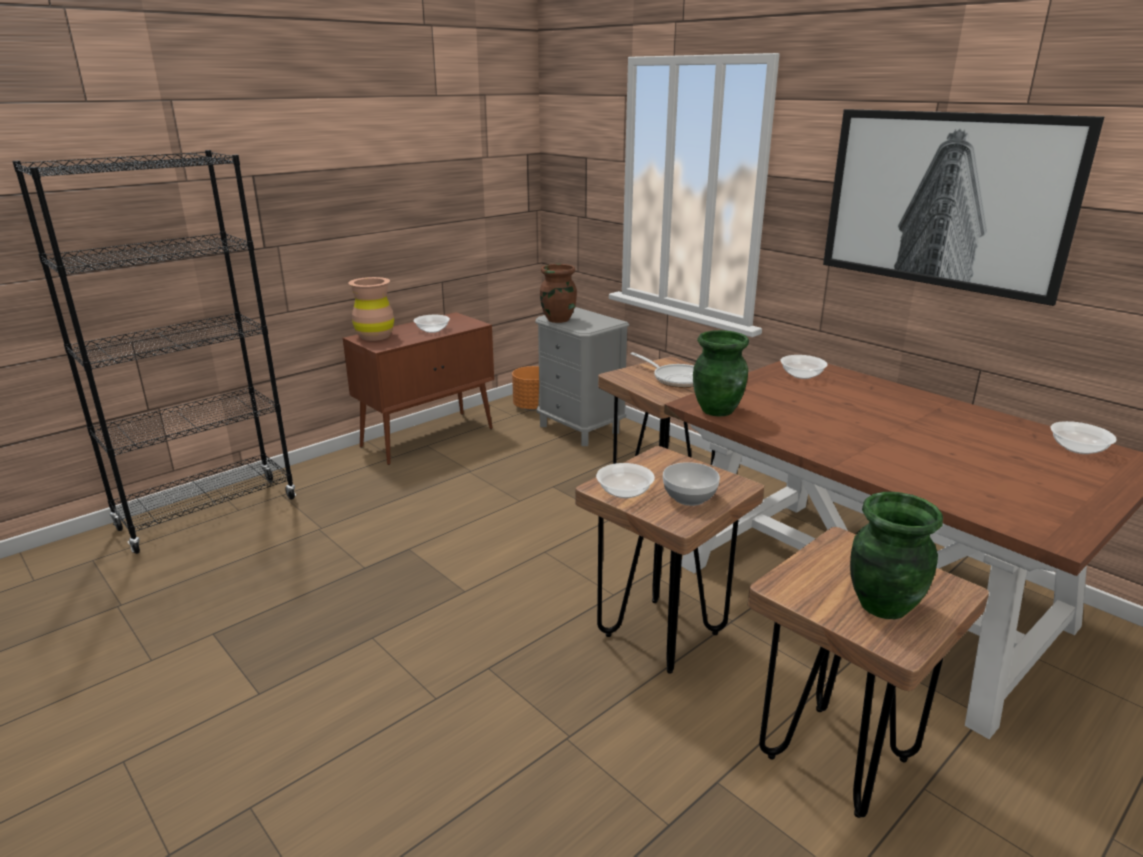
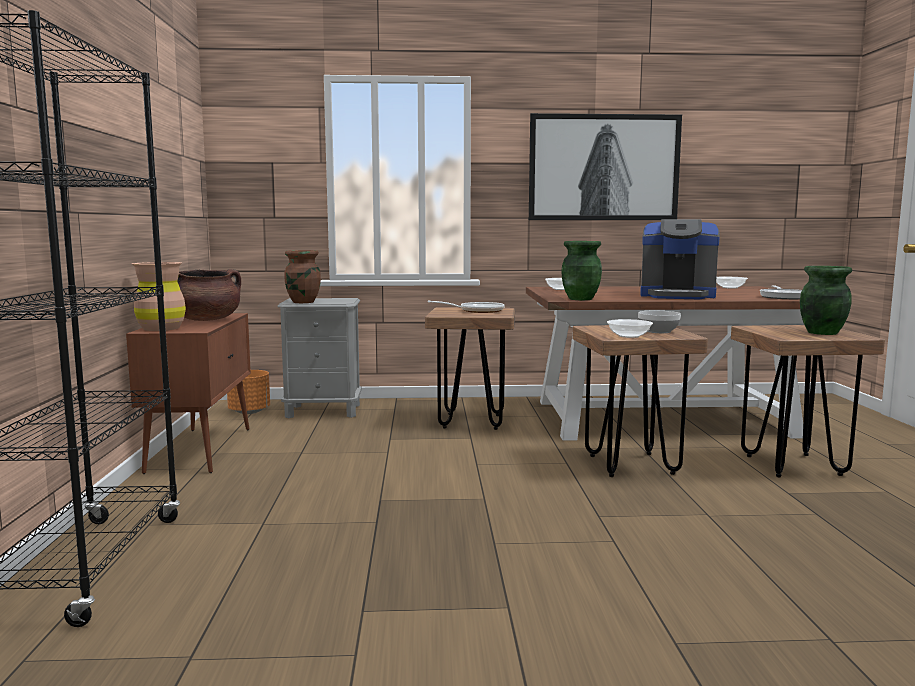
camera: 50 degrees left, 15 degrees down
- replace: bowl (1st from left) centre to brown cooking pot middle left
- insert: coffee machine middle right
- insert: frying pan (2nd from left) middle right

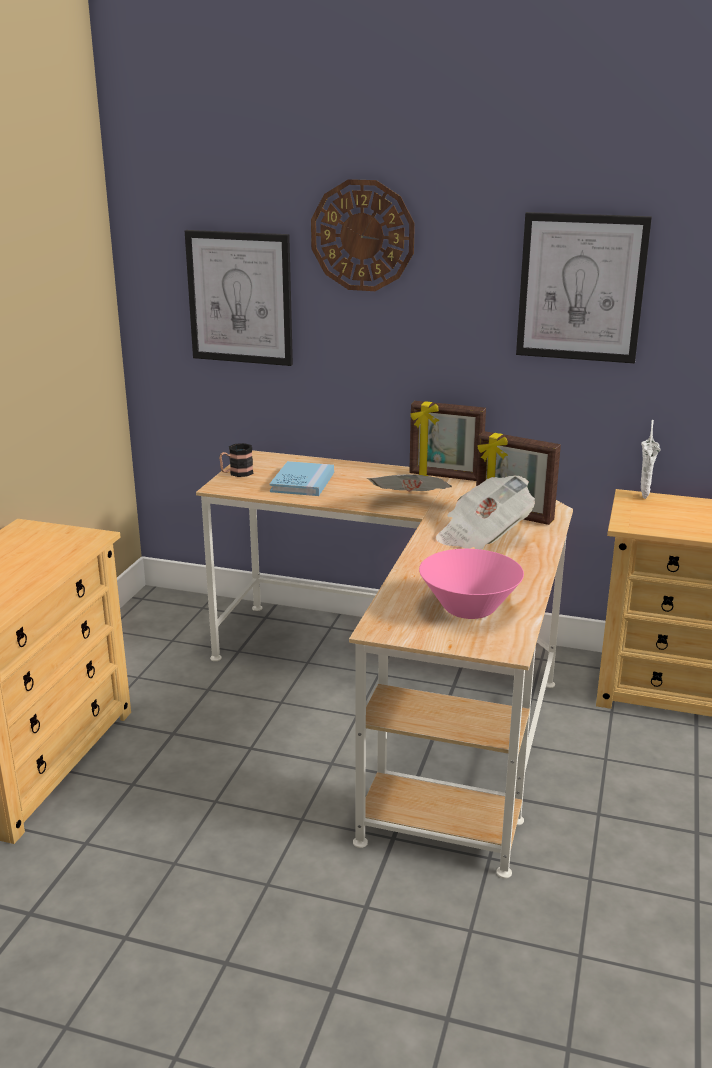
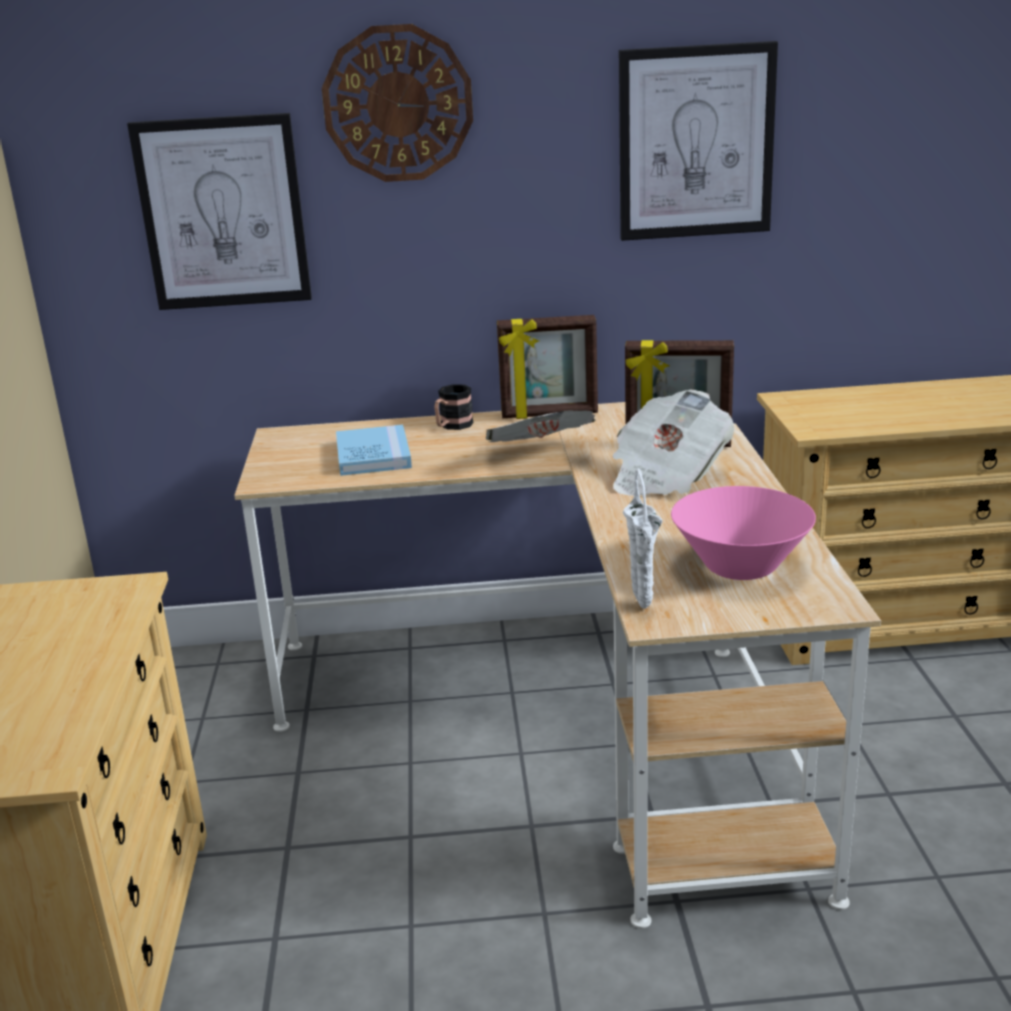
camera: 20 degrees left, 0 degrees up
- move: mug middle left to centre
- move: white vase middle right to centre

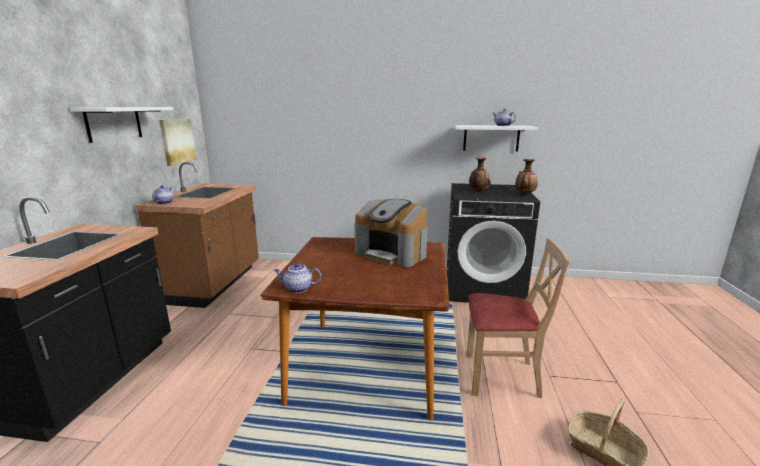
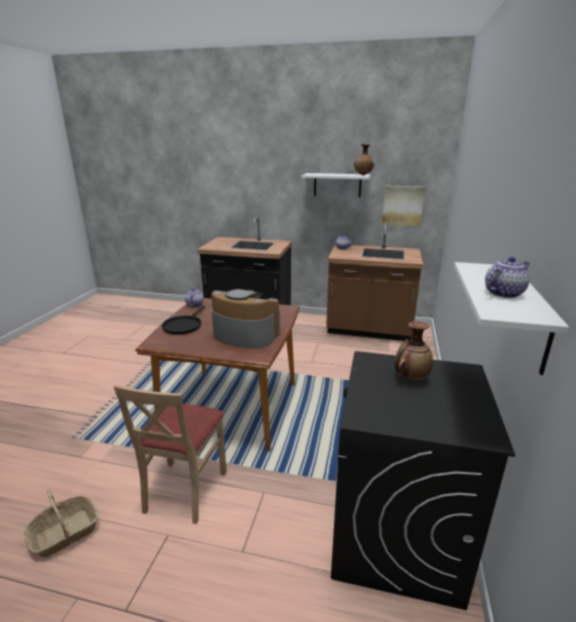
camera: 95 degrees right, 5 degrees up
- insert: black frying pan middle left
- rotate: coffee machine centre = centre 75 degrees clockwise
- move: vase (2nd from left in the first image) middle right to vase (1st from left) top centre

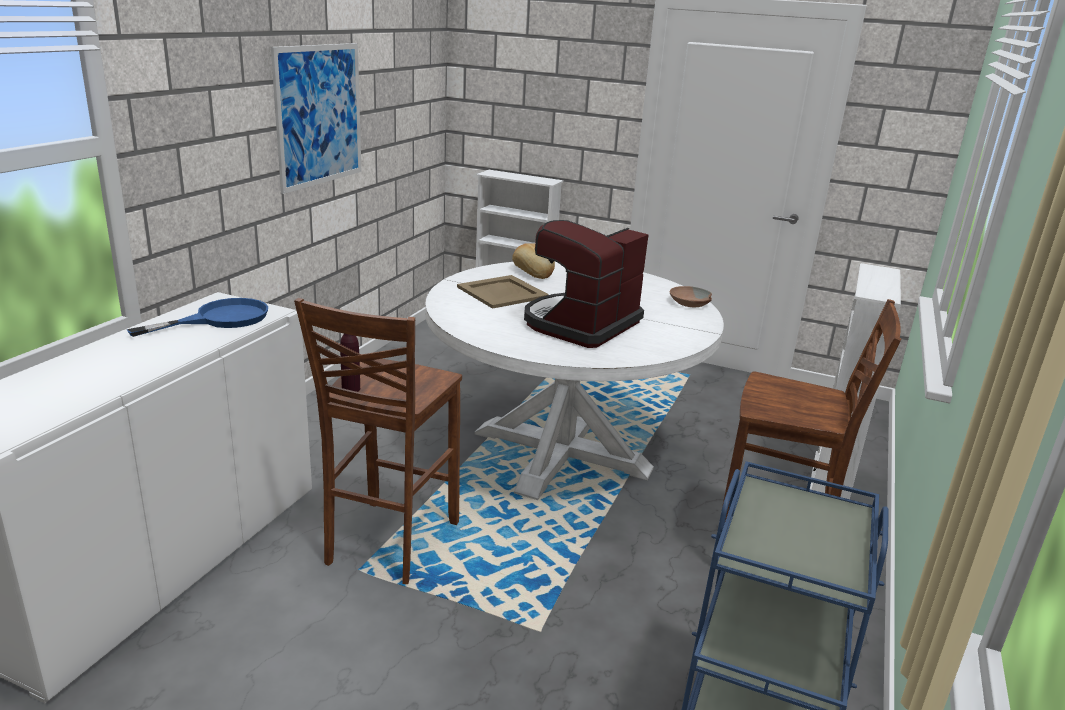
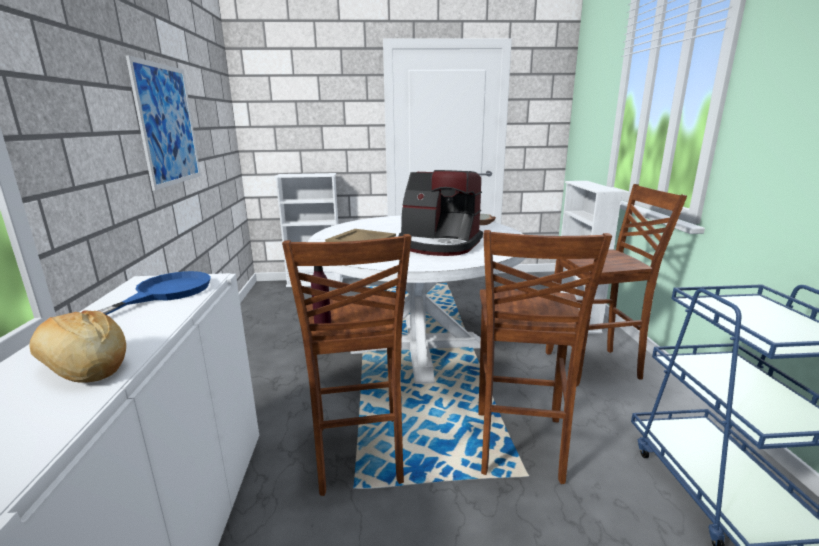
camera: 25 degrees left, 5 degrees down
- move: bread centre to middle left
- rotate: coffee machine centre = centre 75 degrees counterclockwise
- insert: brown stool (2nd from left) centre

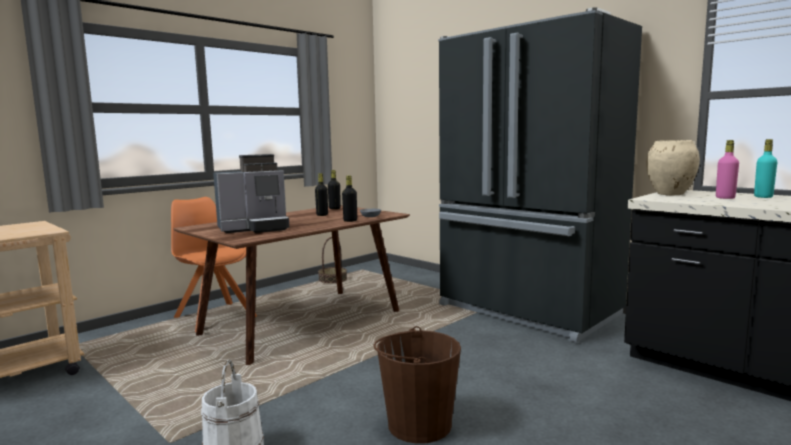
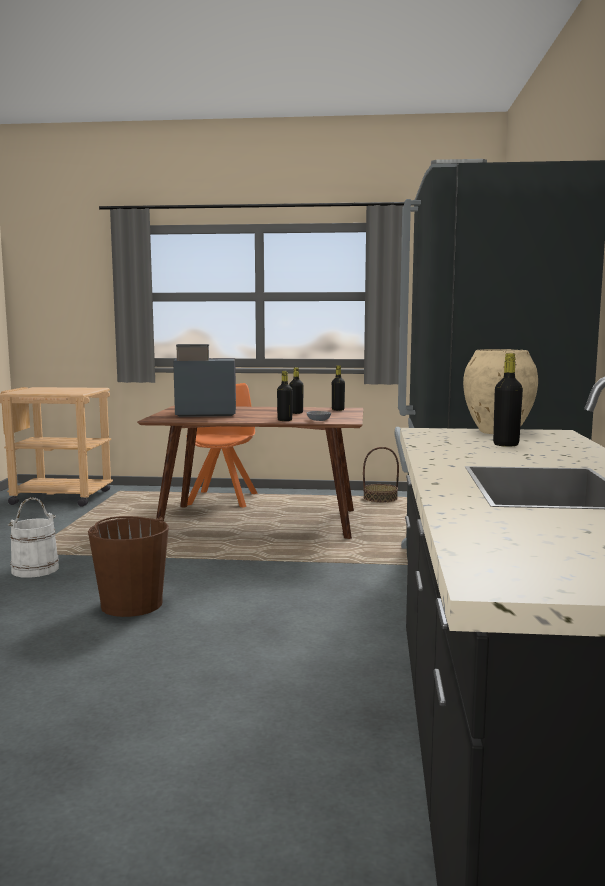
camera: 50 degrees right, 0 degrees up
- rotate: coffee machine middle left = centre 150 degrees clockwise
- recolor: pink bottle middle right to black bottle (4th from left) middle right
- delete: turquoise bottle middle right

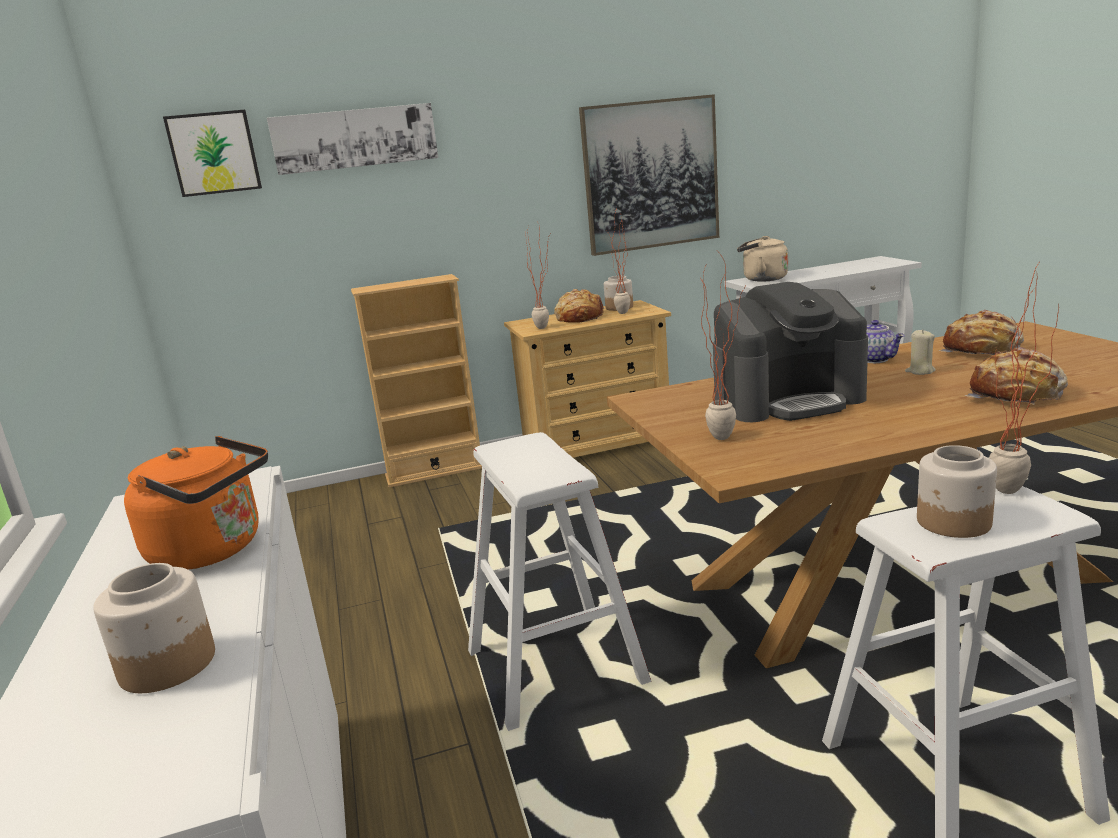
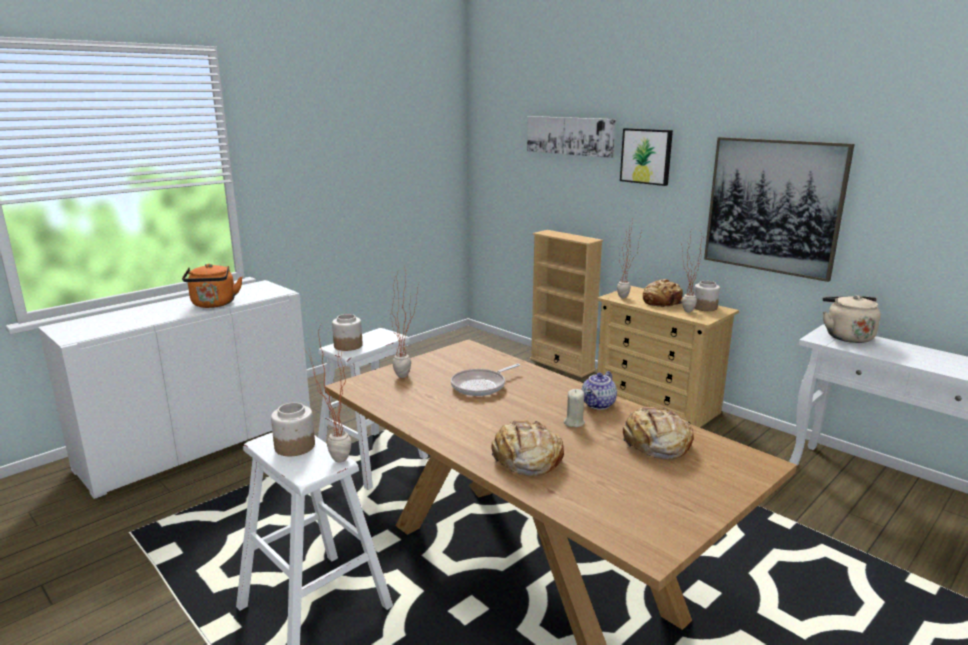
camera: 60 degrees right, 0 degrees up
- move: jar (1st from left in the first image) bottom left to jar (2nd from left) centre
- replace: coffee machine middle right to frying pan centre
- move: picture (1st from left in the first image) top left to picture (2nd from left) top right

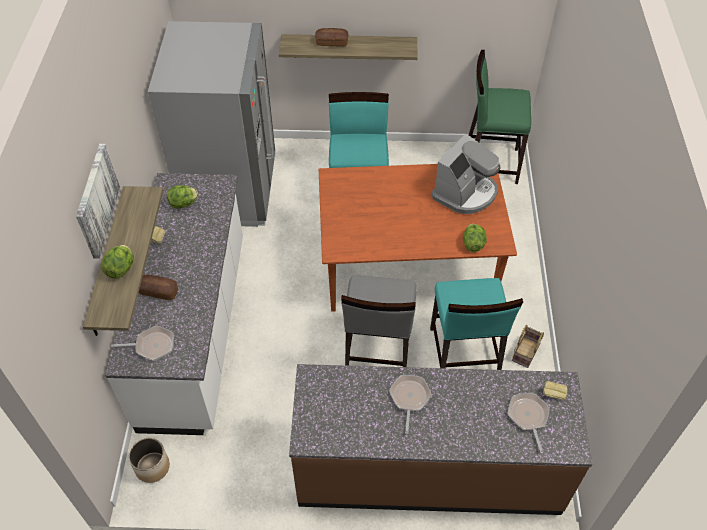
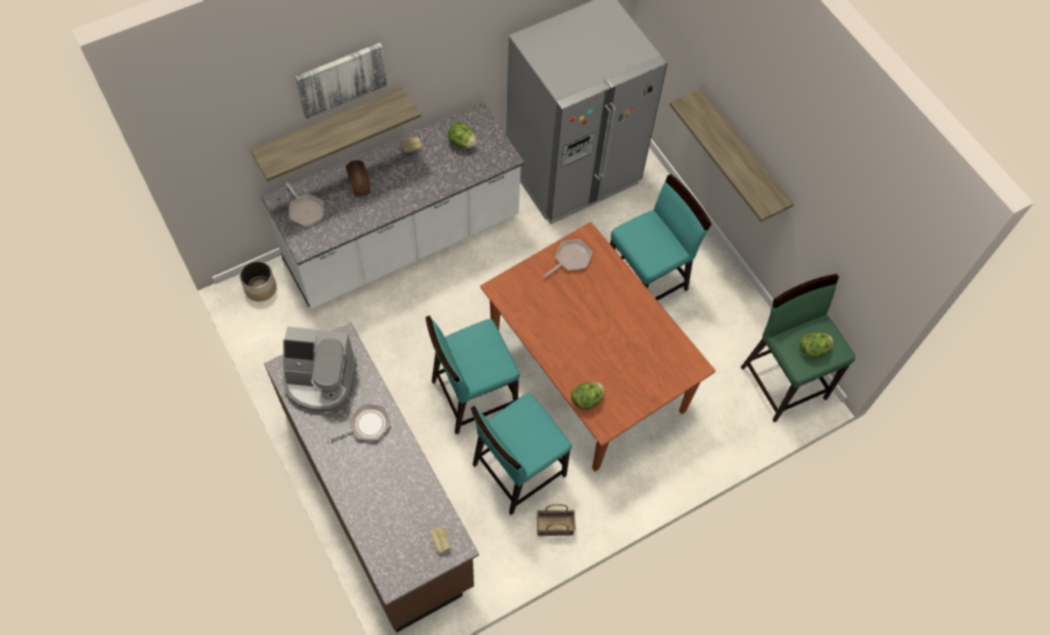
camera: 55 degrees right, 10 degrees up
- move: coffee machine top centre to middle left
- recolor: grey chair centre to turquoise chair (1st from left) centre
- move: frying pan (3rd from left) bottom right to centre
- move: lettuce (1st from left in the first image) middle left to lettuce (3rd from left) middle right
- delete: bread (3rd from left) top centre

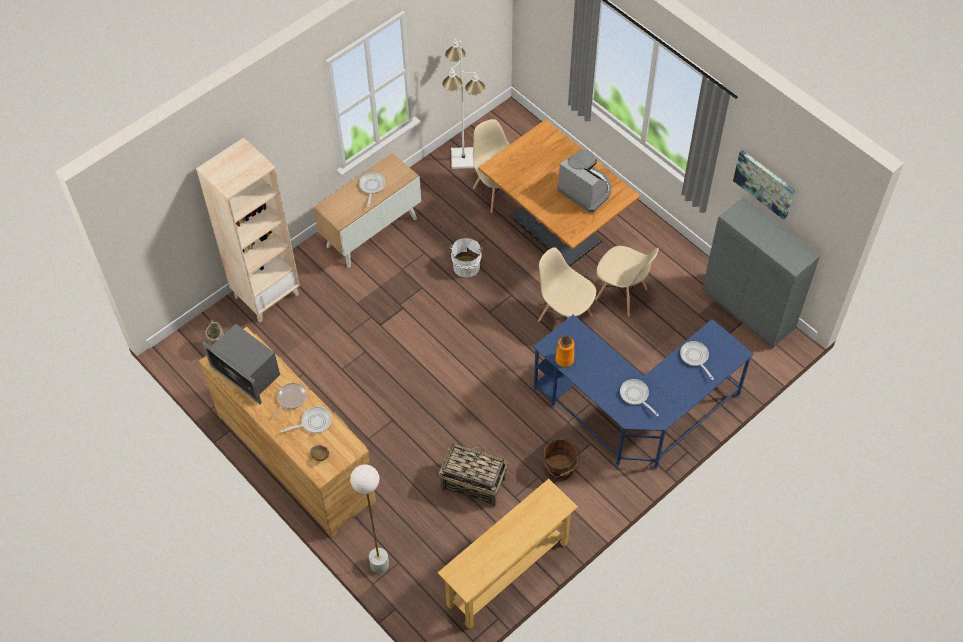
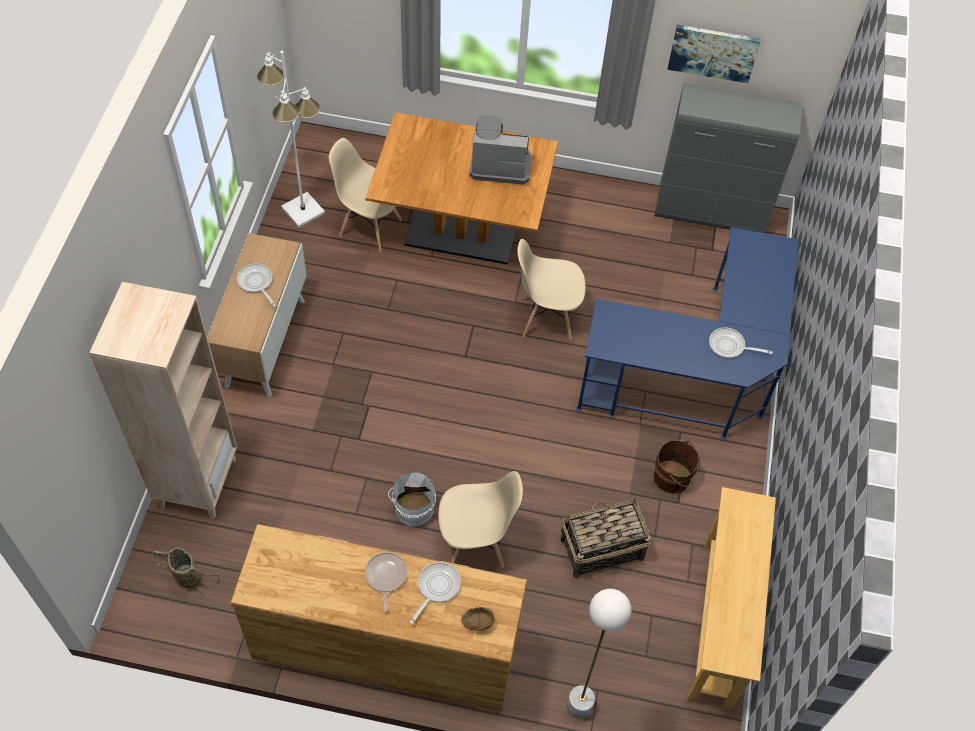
camera: 40 degrees left, 0 degrees up
- move: white bucket centre to bottom centre
- move: beige chair (3rd from left in the first image) centre to beige chair (2nd from left) bottom centre
- delete: microwave middle left
- delete: orange vase centre
- delete: frying pan (5th from left) middle right

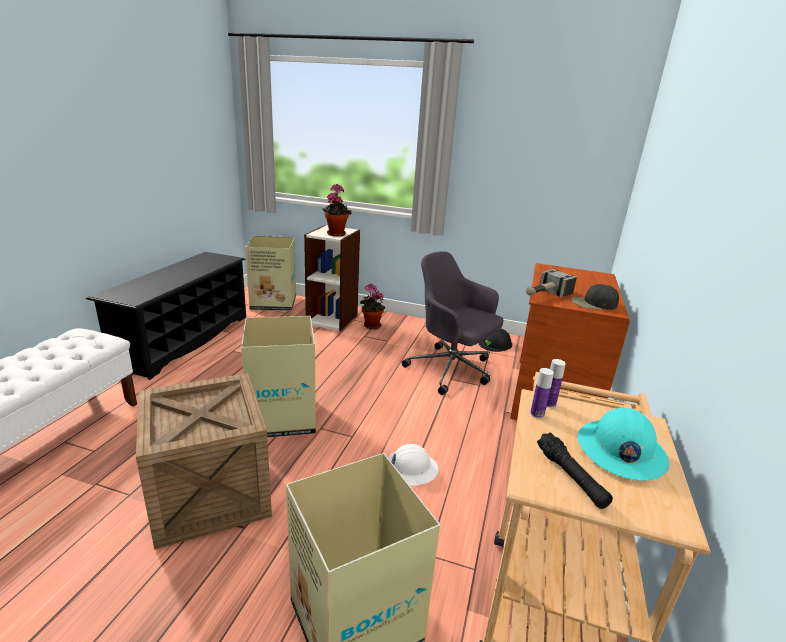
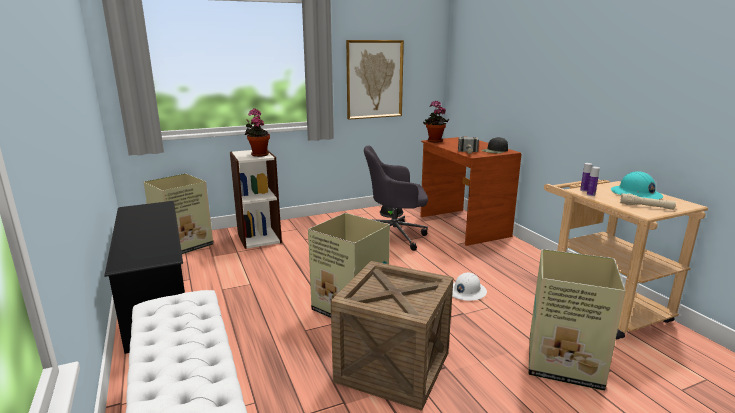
camera: 40 degrees left, 5 degrees down
- insert: picture top centre
- move: potted plant (2nd from left) centre to top centre
- recolor: black flashlight bottom right to beige flashlight middle right

